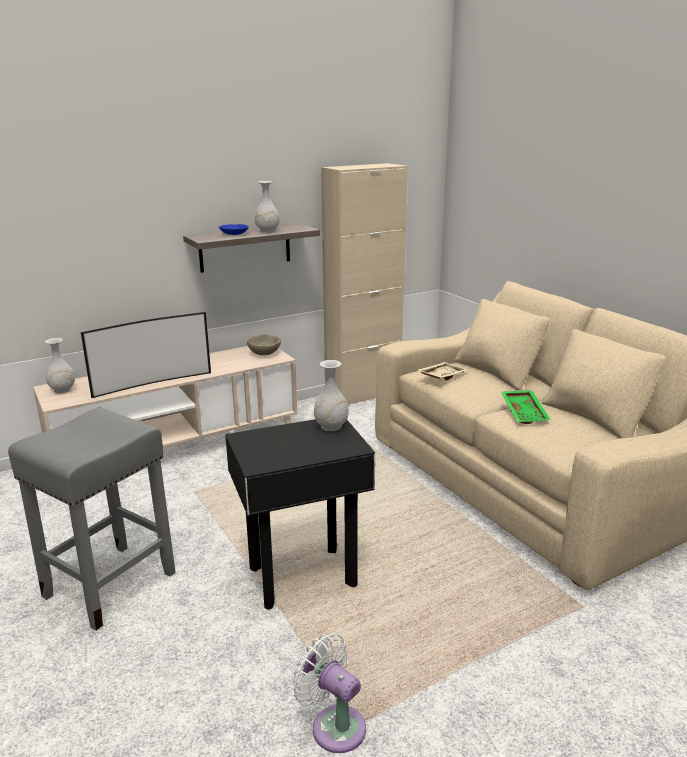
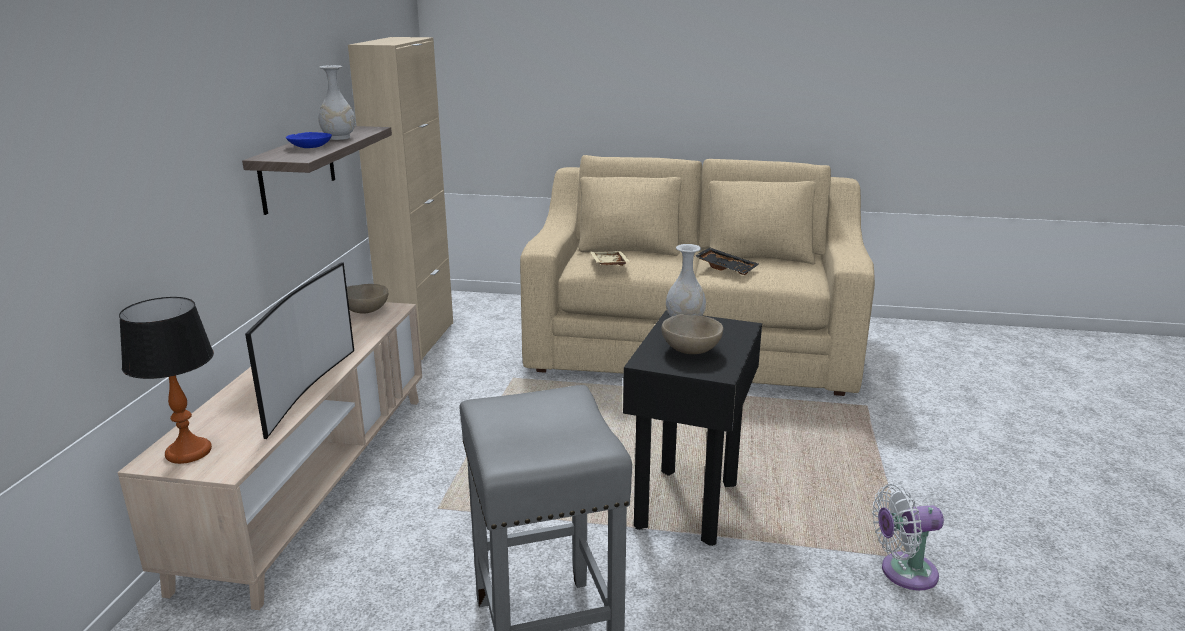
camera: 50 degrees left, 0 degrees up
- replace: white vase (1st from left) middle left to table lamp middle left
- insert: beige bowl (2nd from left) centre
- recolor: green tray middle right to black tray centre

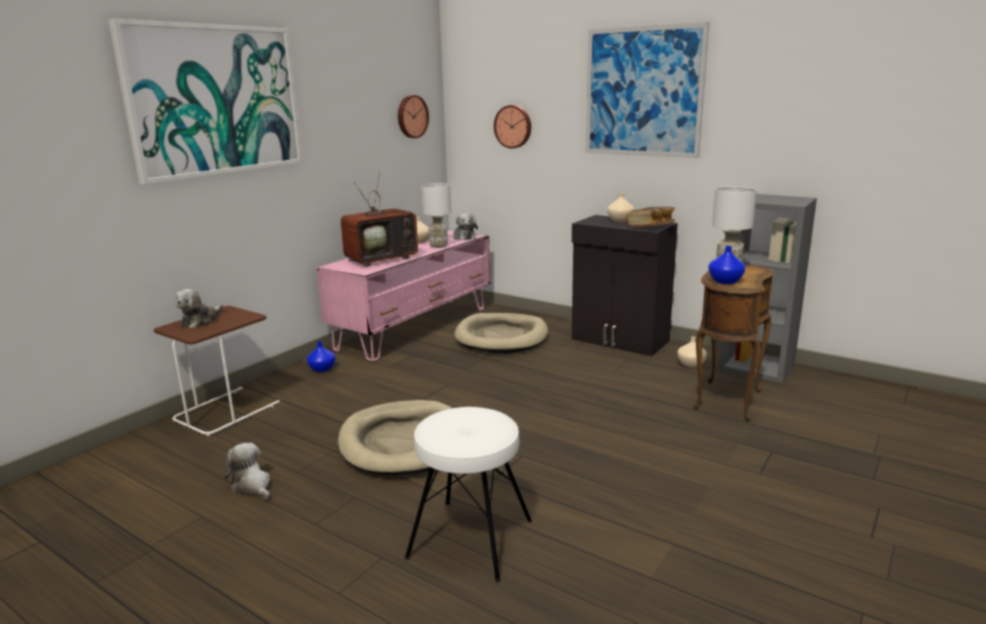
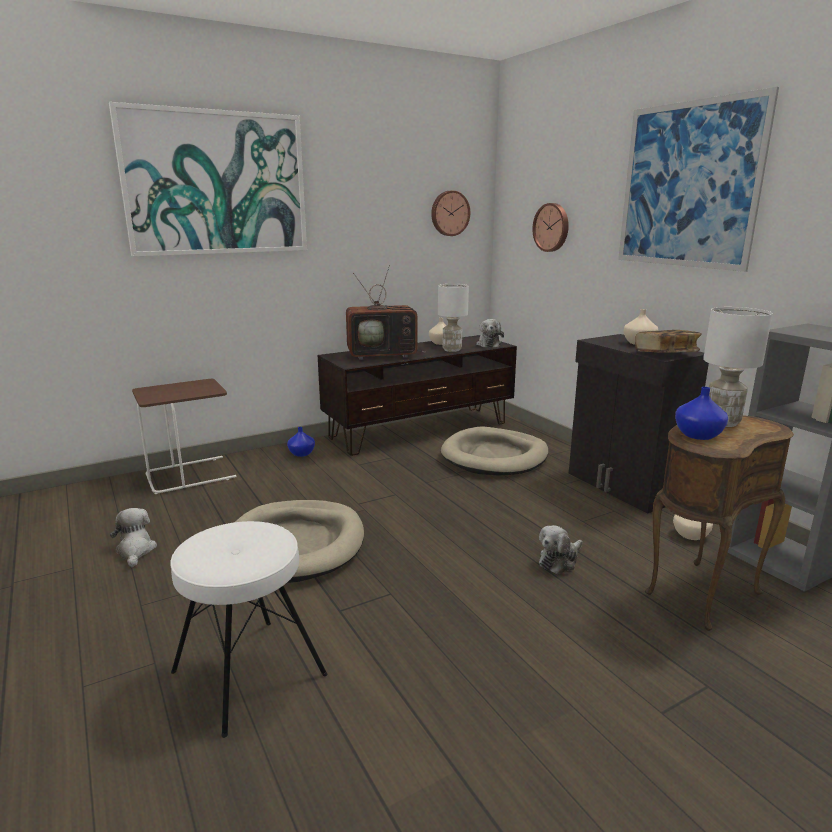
camera: 25 degrees right, 0 degrees up
- recolor: pink tv stand centre to brown tv stand centre
- move: plush toy (1st from left in the first image) middle left to plush toy (3rd from left) middle right

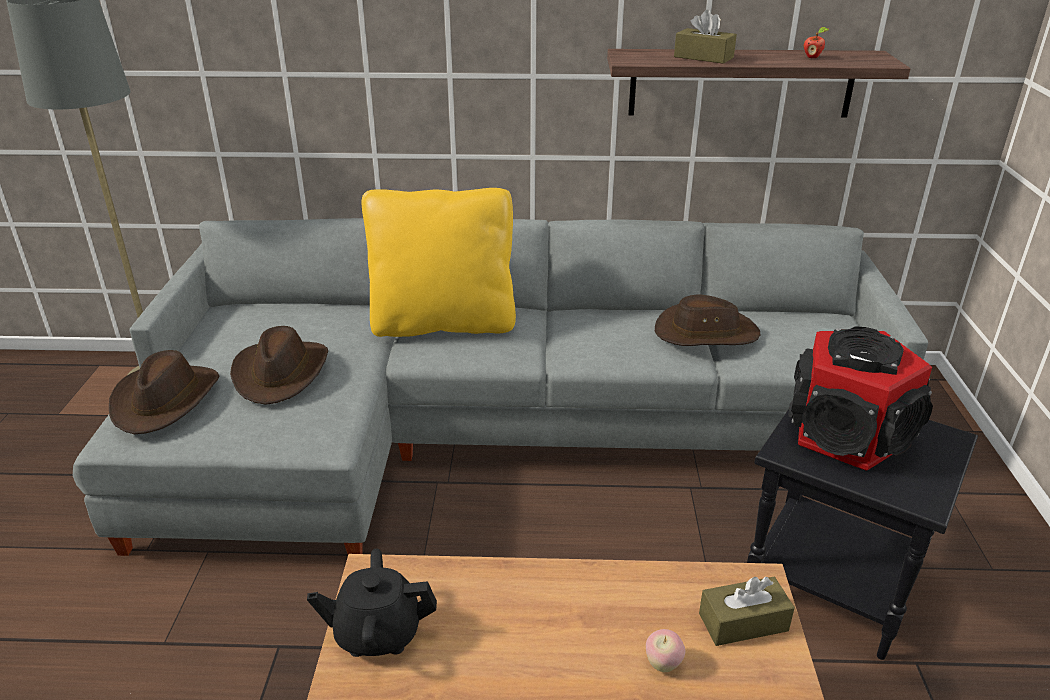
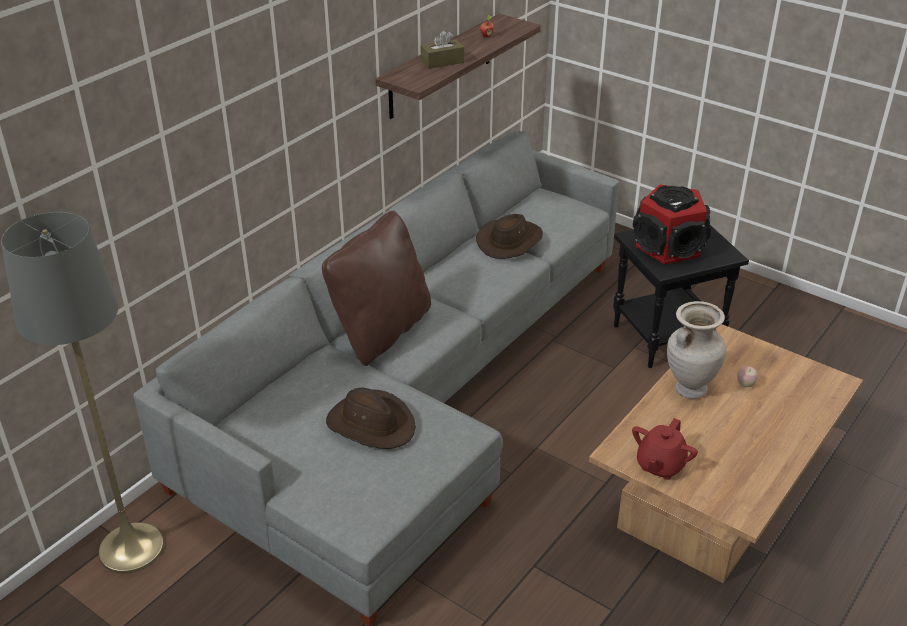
camera: 55 degrees left, 5 degrees up
- recolor: yellow pillow centre to brown pillow centre
- recolor: black teapot bottom centre to red teapot bottom right
- insert: beige vase middle right
- delete: brown hat (1st from left) middle left
- delete: brown tissue box (2nd from left) bottom right

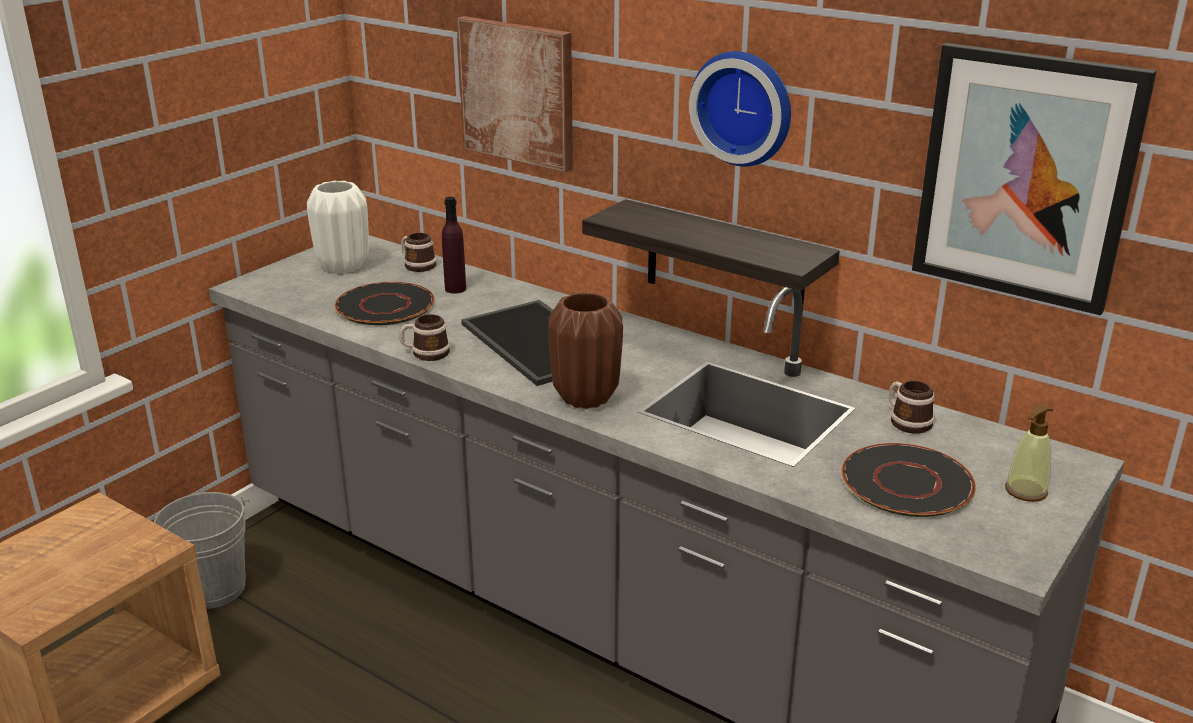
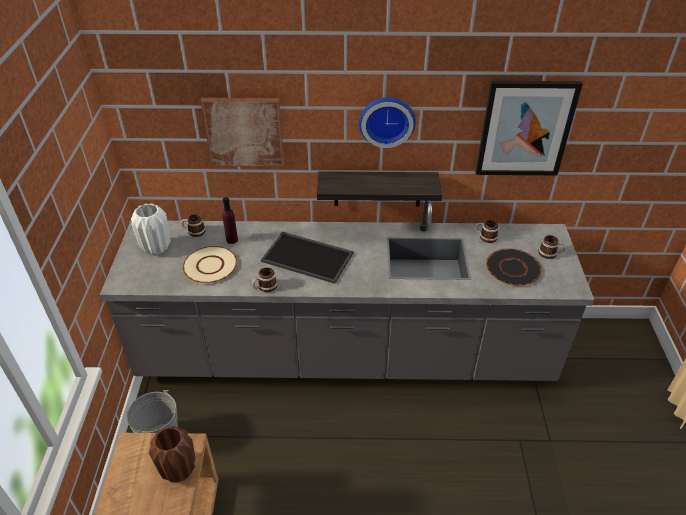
camera: 35 degrees left, 15 degrees up
- move: brown vase centre to bottom left
- recolor: black plate (1st from left) middle left to beige plate middle left
- replace: soap dispenser middle right to mug (4th from left) middle right

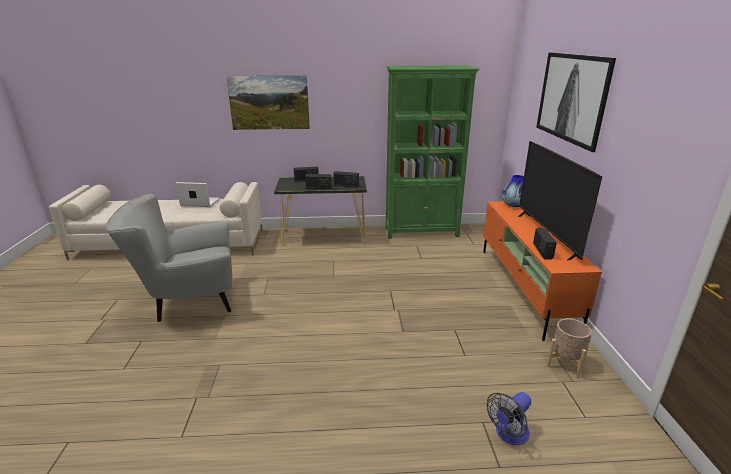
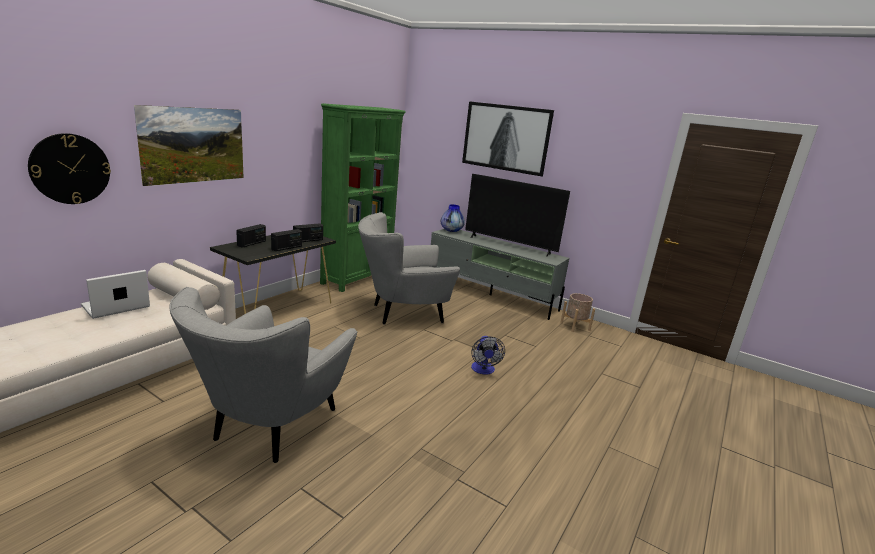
camera: 55 degrees left, 5 degrees down
- insert: wall clock top left
- insert: grey armchair (2nd from left) centre
- recolor: orange tv stand middle right to grey tv stand centre
- move: fan bottom right to centre
- delete: radio (4th from left) middle right

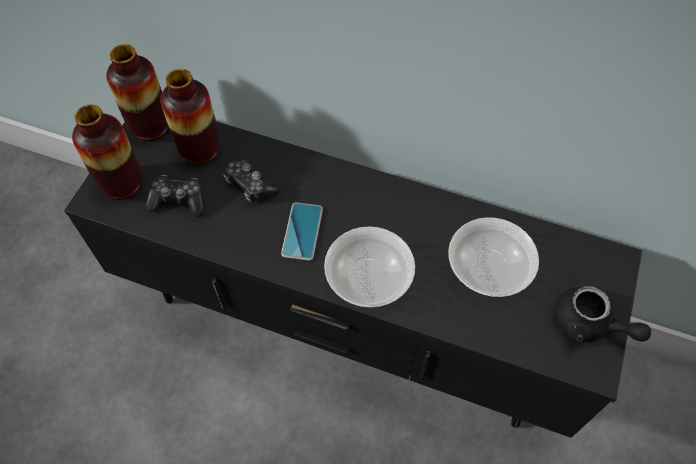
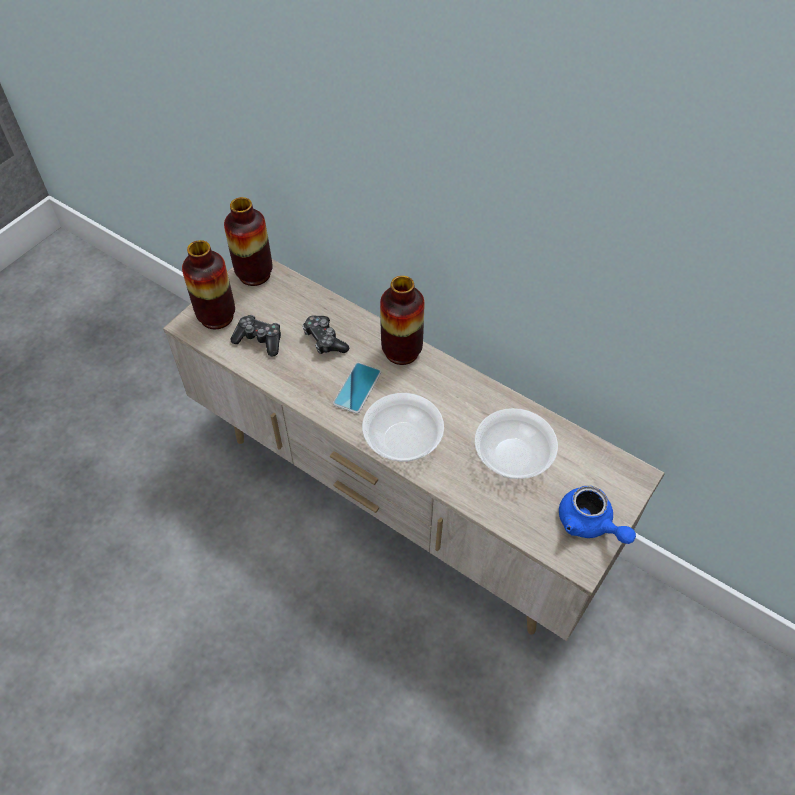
camera: 15 degrees right, 5 degrees down
- recolor: black tv stand centre to beige tv stand centre
- move: vase (3rd from left) top left to centre
- recolor: black teapot bottom right to blue teapot middle right

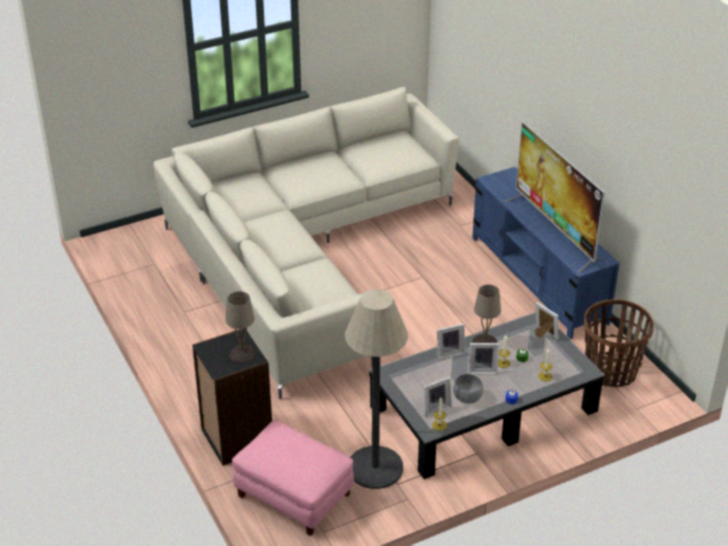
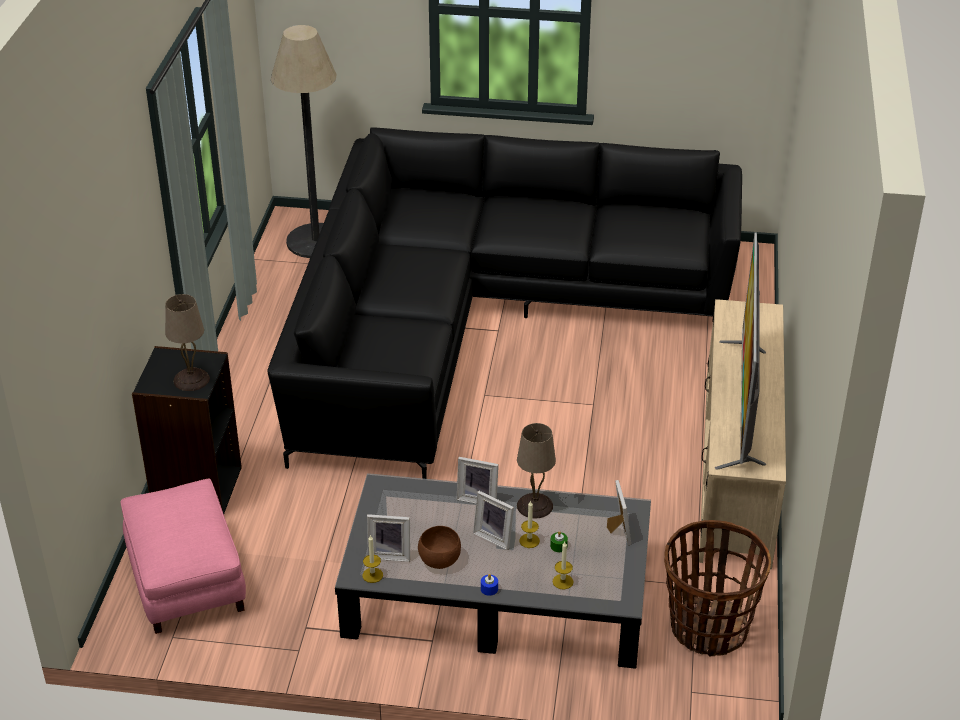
camera: 35 degrees right, 0 degrees up
- recolor: beige sofa centre to black sofa centre
- move: floor lamp bottom centre to top left
- recolor: grey bowl bottom centre to brown bowl bottom centre
- recolor: blue tv stand middle right to beige tv stand middle right

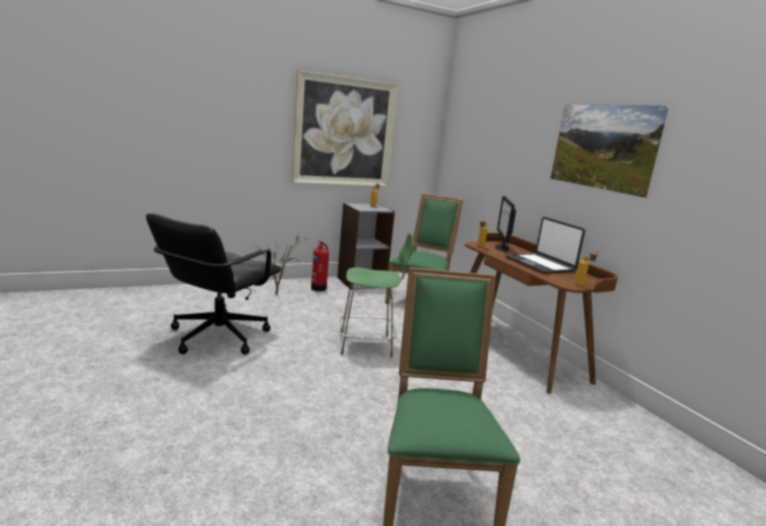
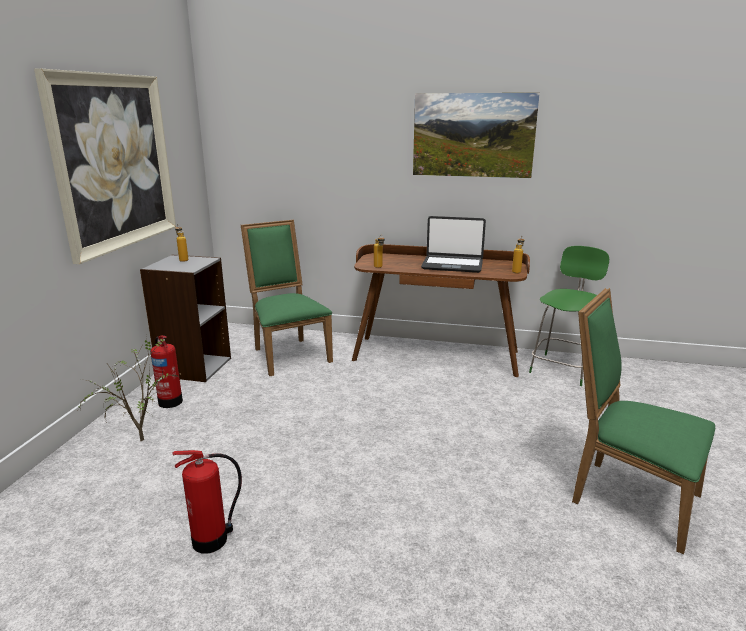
camera: 50 degrees left, 5 degrees up
- replace: black office chair middle left to fire extinguisher (2nd from left) bottom left
- move: green chair (1st from left in the first image) centre to green chair (2nd from left) middle right
- delete: monitor centre

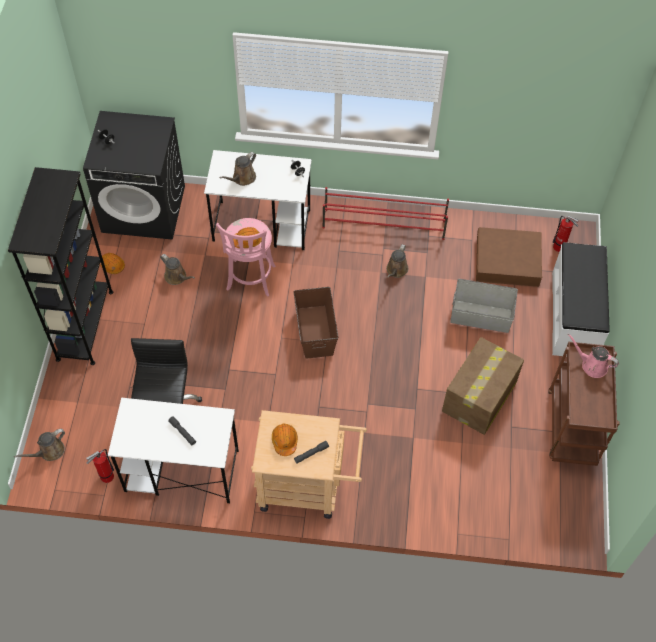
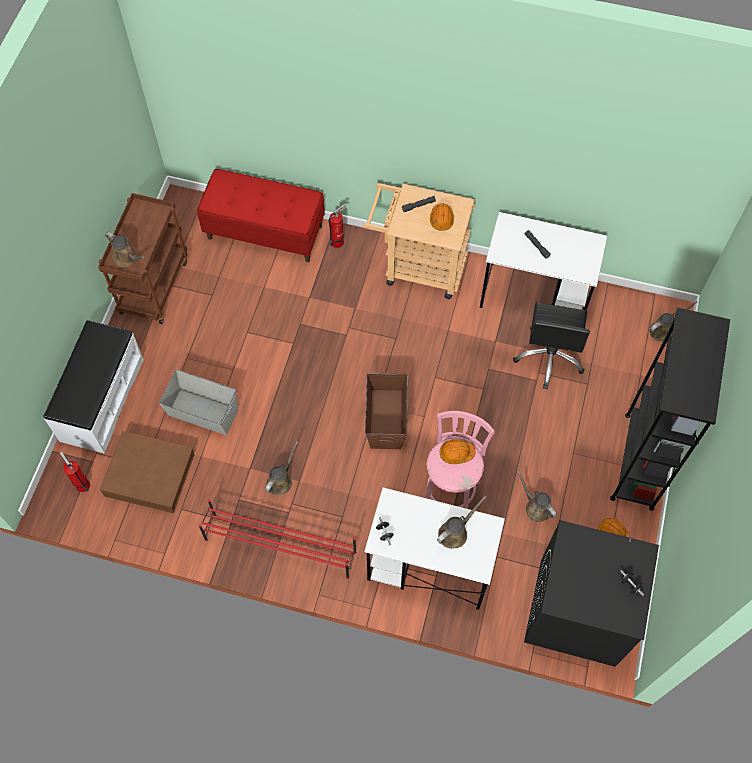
camera: 170 degrees left, 5 degrees up
- recolor: pink watering can middle right to brown watering can (1st from left) top left
- insert: red bench top centre
- move: fire extinguisher (1st from left in the first image) bottom left to fire extinguisher (2nd from left) top centre
- delete: cardboard box middle right

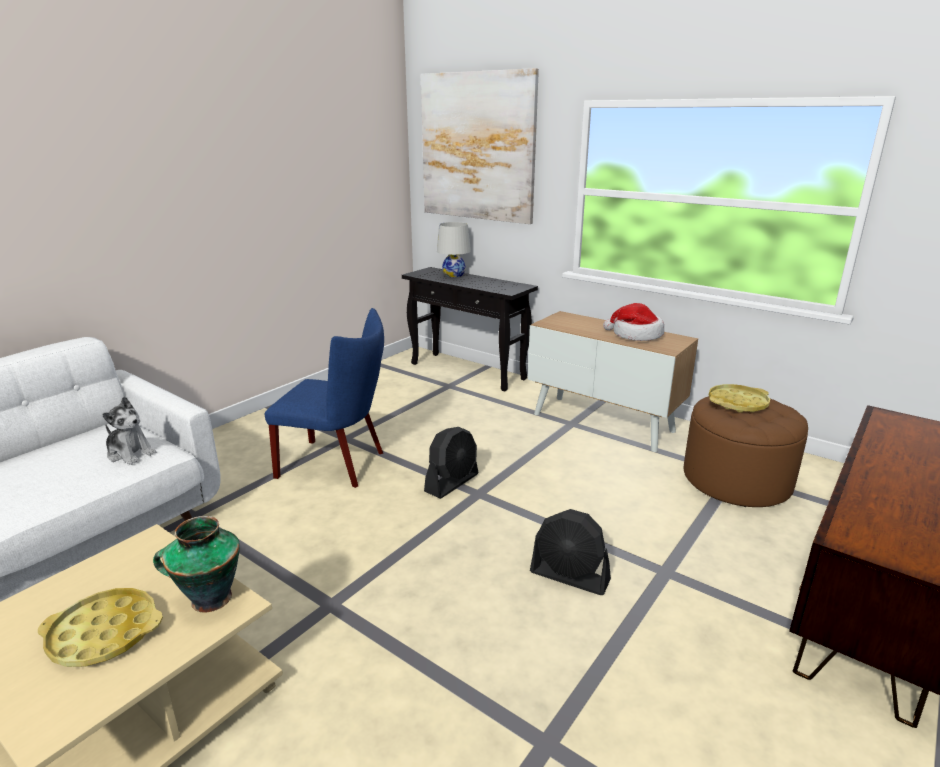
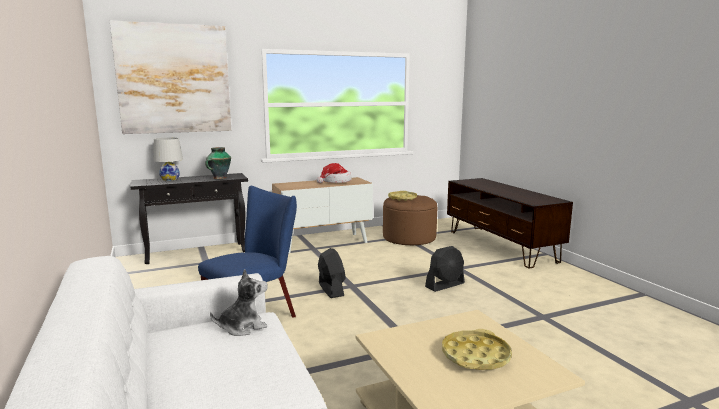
camera: 60 degrees left, 10 degrees down
- move: vase bottom left to middle left

